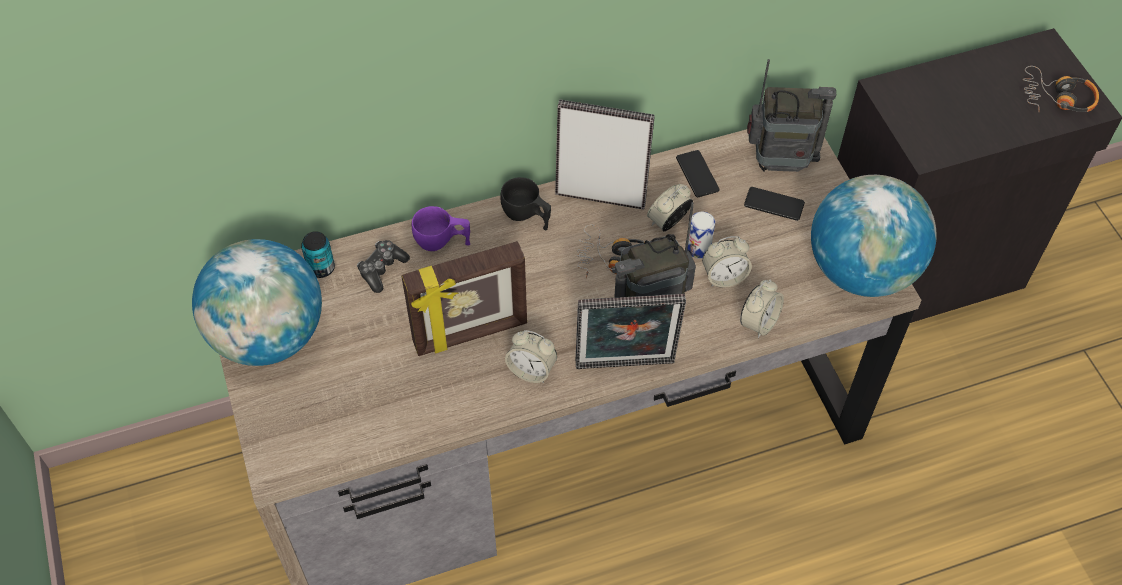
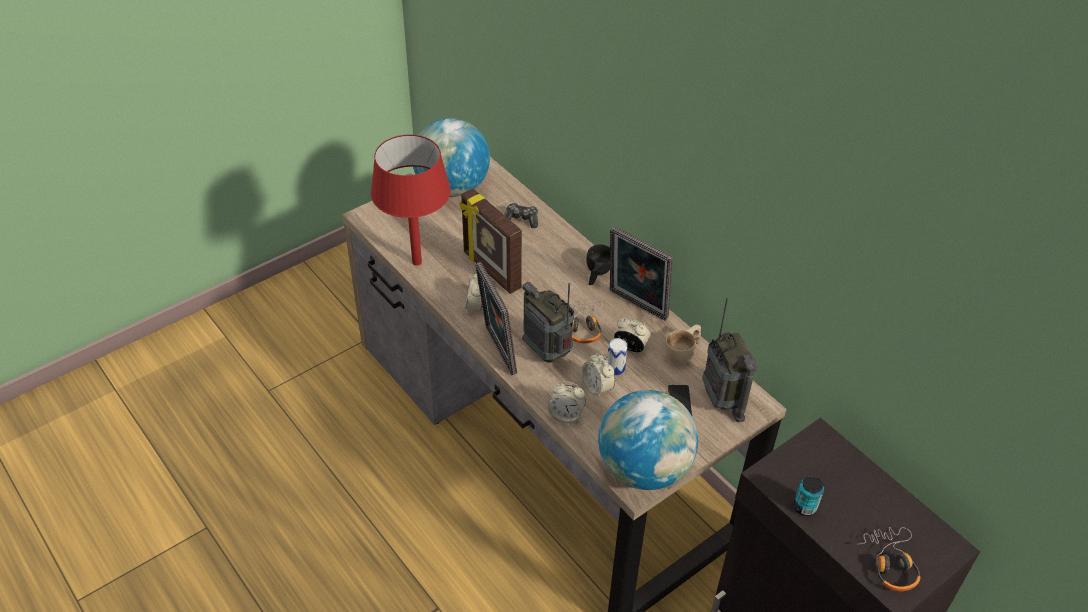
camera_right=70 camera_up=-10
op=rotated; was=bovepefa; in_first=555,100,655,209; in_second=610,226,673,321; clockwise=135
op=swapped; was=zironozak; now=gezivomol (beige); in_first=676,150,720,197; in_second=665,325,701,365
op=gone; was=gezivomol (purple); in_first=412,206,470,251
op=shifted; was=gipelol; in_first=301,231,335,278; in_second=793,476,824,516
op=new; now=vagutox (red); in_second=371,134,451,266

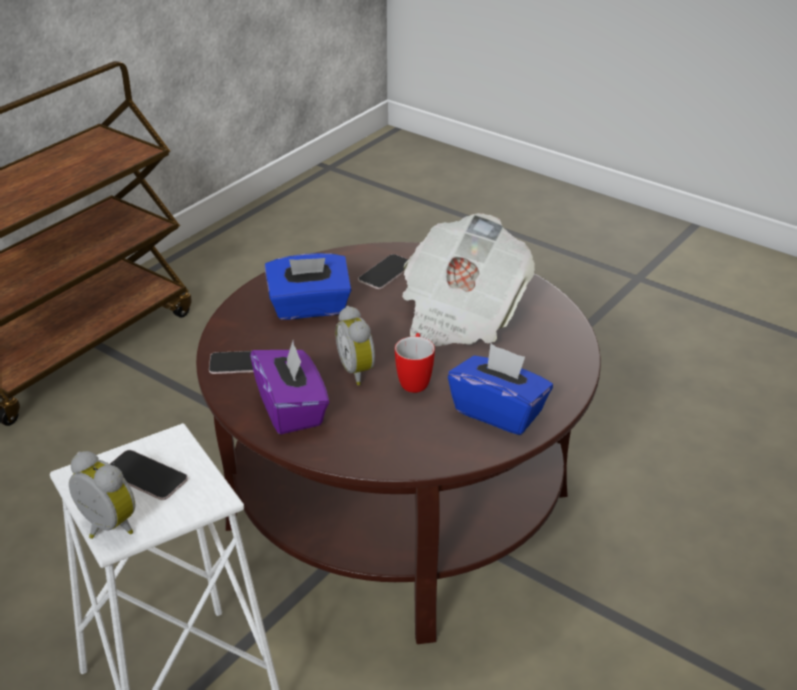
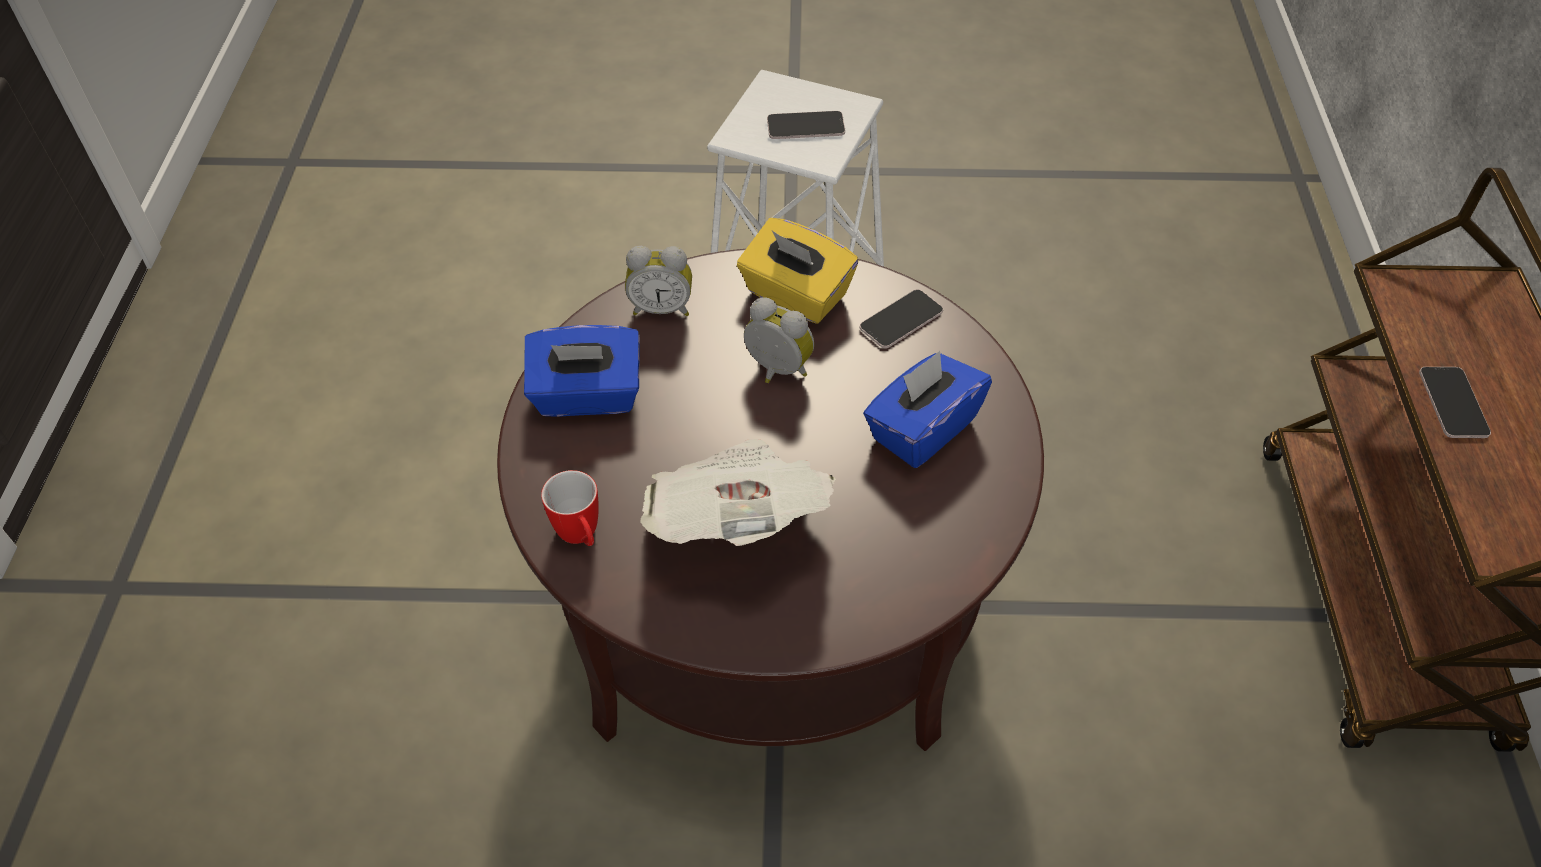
camera_right=145 camera_up=15
op=shifted; was=zironozak; in_first=358,254,408,289; in_second=1419,367,1491,438
op=shifted; was=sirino; in_first=395,333,435,393; in_second=541,470,599,546
op=repainted; was=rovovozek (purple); now=rovovozek (yellow); in_first=250,341,329,435; in_second=737,218,858,324
op=shifted; was=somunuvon; in_first=69,451,135,539; in_second=625,246,692,316

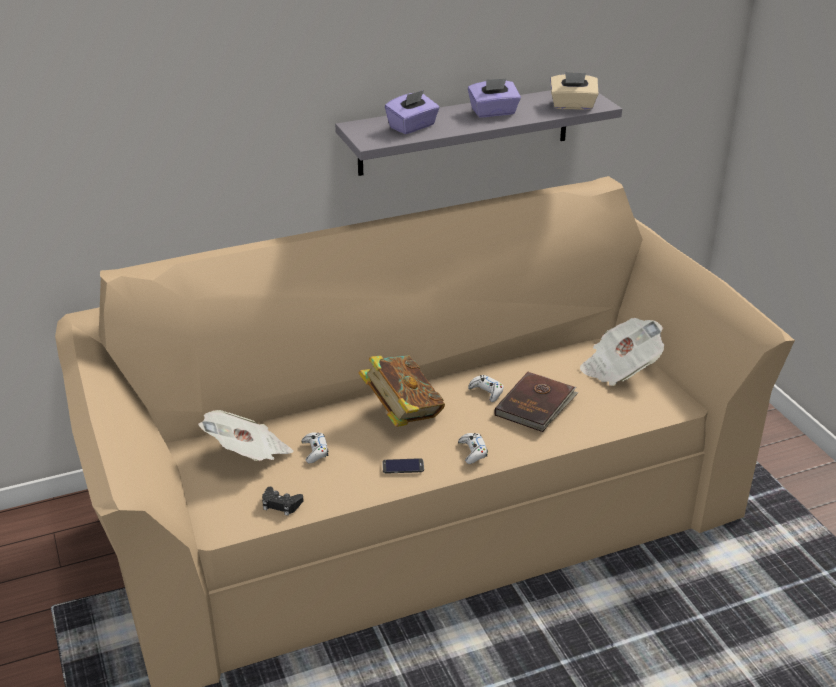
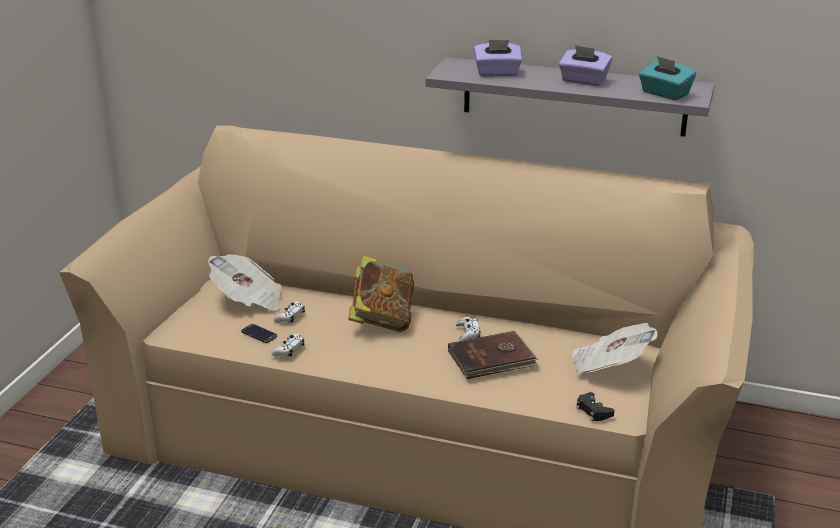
camera_right=40 camera_up=-5
op=repainted; was=rovovozek (beige); now=rovovozek (turquoise); in_first=550,72,599,110; in_second=639,56,696,100
op=shifted; was=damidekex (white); in_first=458,433,488,464; in_second=271,334,304,357
op=shifted; was=zironozak; in_first=382,458,424,473; in_second=241,324,277,343
op=shifted; was=damidekex (black); in_first=262,487,303,516; in_second=576,392,614,422

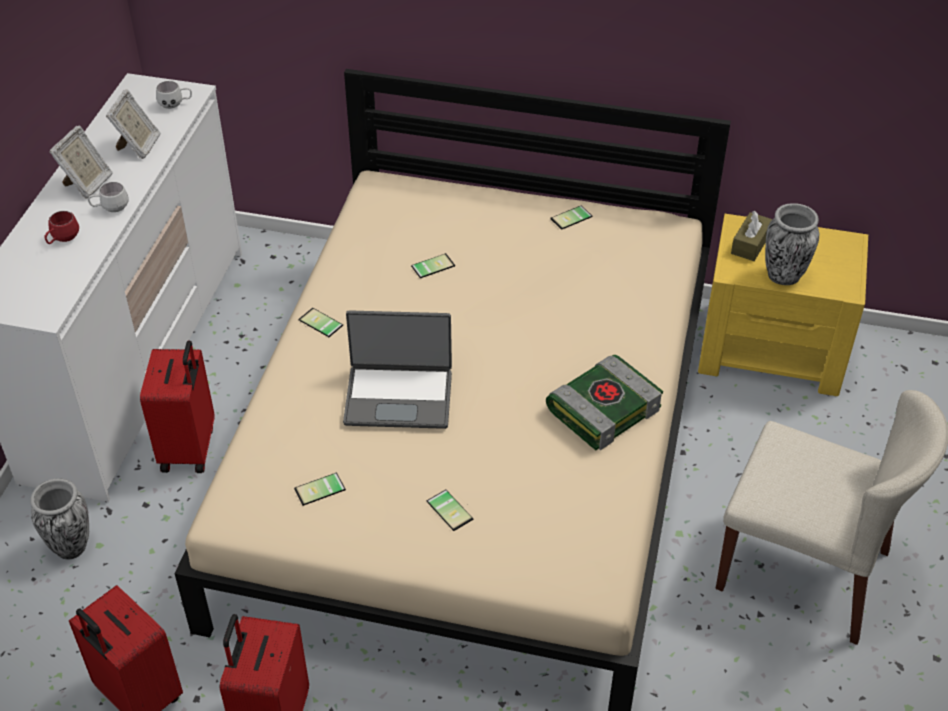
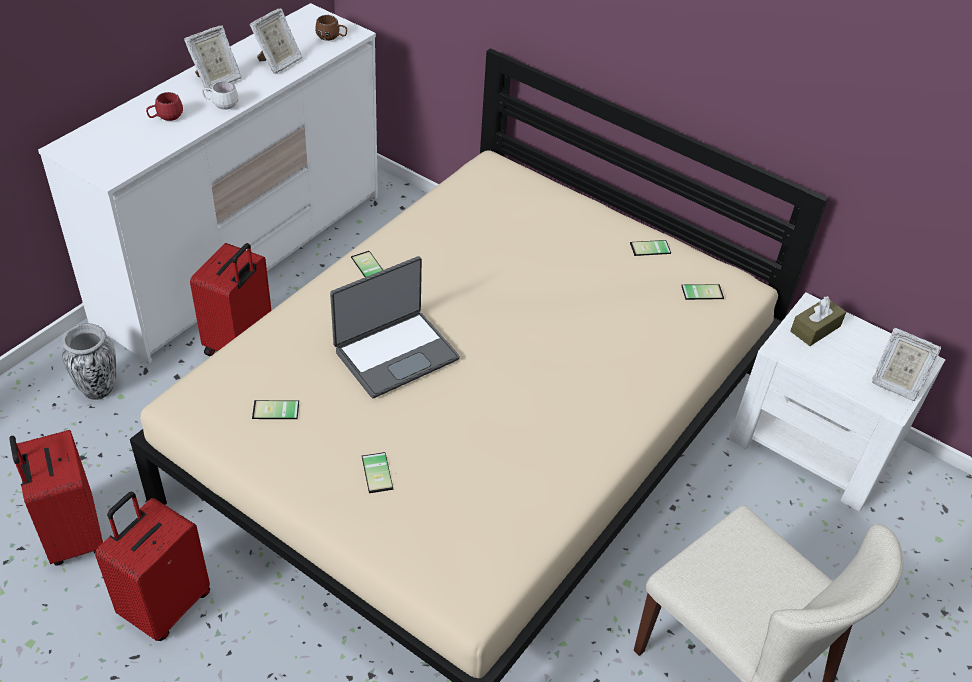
camera_right=20 camera_up=0
op=repainted; was=sirino (white); now=sirino (brown); in_first=156,81,192,109; in_second=315,15,347,41
op=gone; was=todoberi; in_first=765,203,819,285
op=repainted; was=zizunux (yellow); now=zizunux (white); in_first=698,214,868,396; in_second=729,292,945,511
op=shifted; was=zironozak; in_first=411,253,455,278; in_second=681,284,724,300
op=rotated; was=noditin; in_first=343,310,452,429; in_second=330,256,460,398; clockwise=-60
op=gone; was=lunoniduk; in_first=546,355,663,450
op=new; now=bovepefa; in_second=872,328,941,401

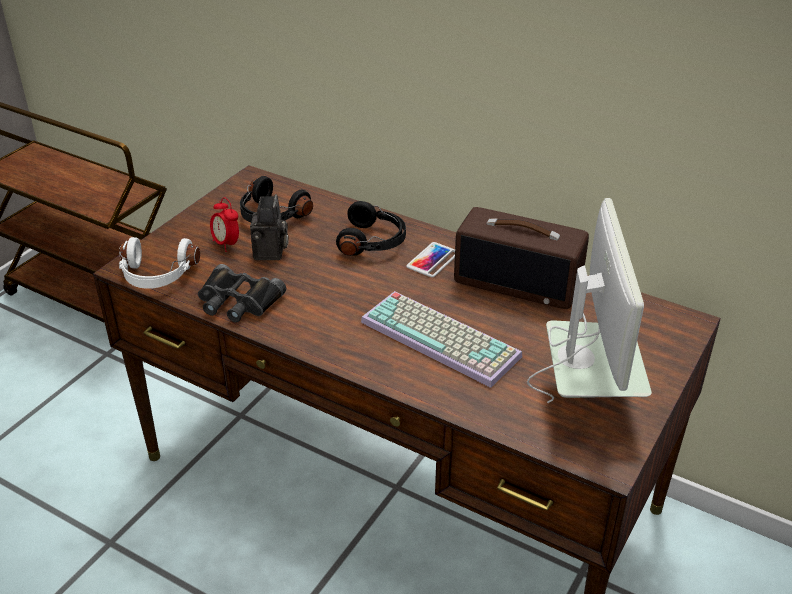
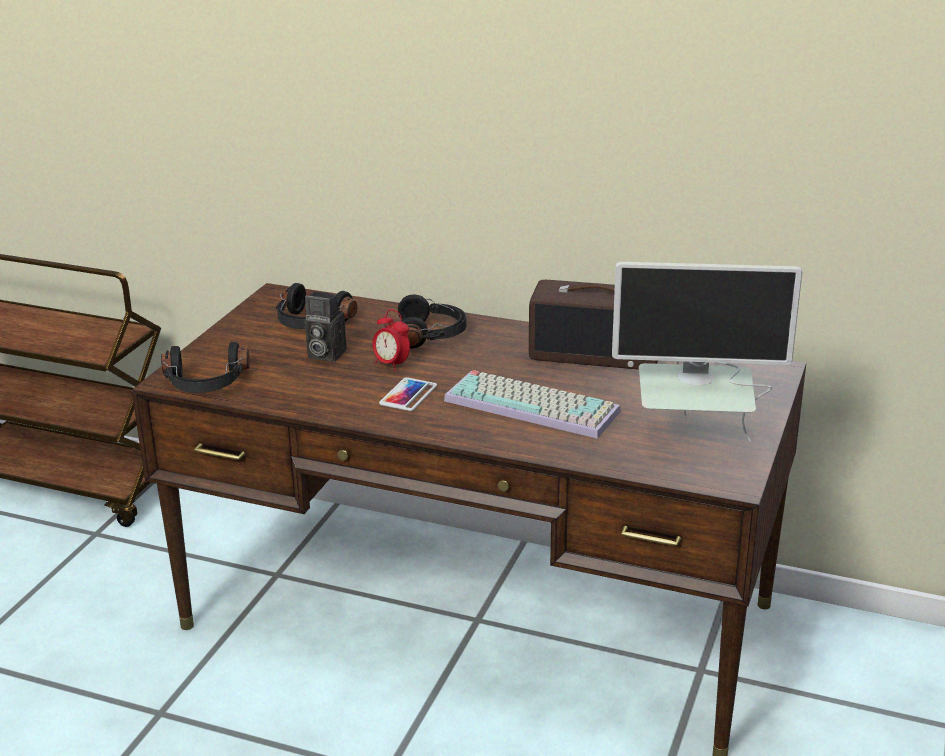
camera_right=-10 camera_up=-10
op=rotated; was=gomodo; in_first=250,194,289,260; in_second=305,292,347,362; clockwise=120
op=shifted; was=somunuvon; in_first=210,197,239,252; in_second=372,310,410,371
op=rotated; was=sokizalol; in_first=527,198,652,403; in_second=612,262,802,441; clockwise=105
op=repainted; was=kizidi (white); now=kizidi (black); in_first=119,237,200,289; in_second=161,342,250,393
op=shifted; was=zironozak; in_first=406,242,455,277; in_second=379,377,437,411
op=gone; was=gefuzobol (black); in_first=198,264,286,322

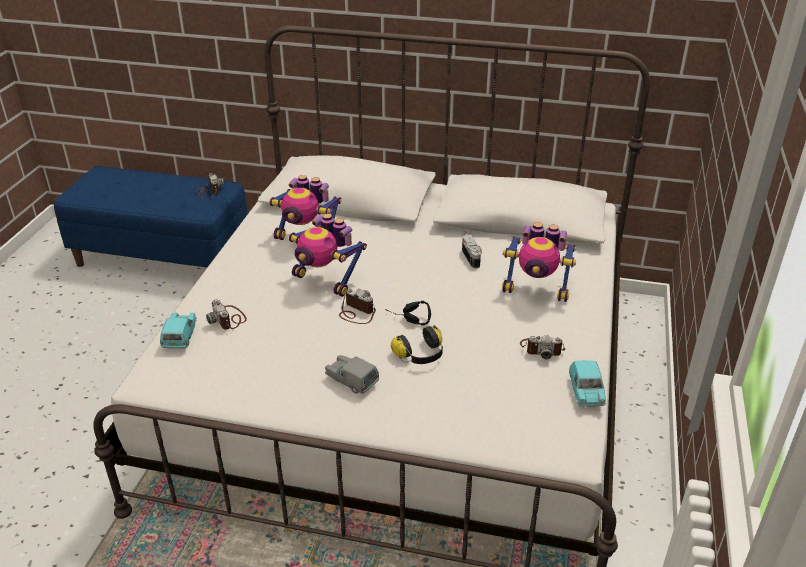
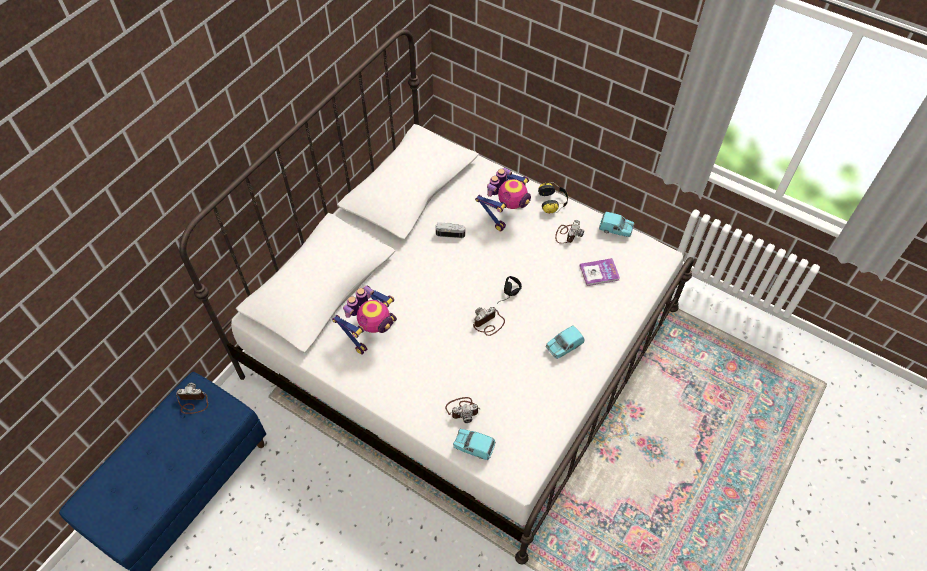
camera_right=-70 camera_up=20
op=gone; was=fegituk; in_first=289,214,367,297
op=shifted; was=kizidi; in_first=391,325,443,364; in_second=538,182,568,214
op=repainted; was=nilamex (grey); now=nilamex (turquoise); in_first=325,355,379,394; in_second=546,325,585,359
op=new; now=lunoniduk; in_second=580,258,620,286

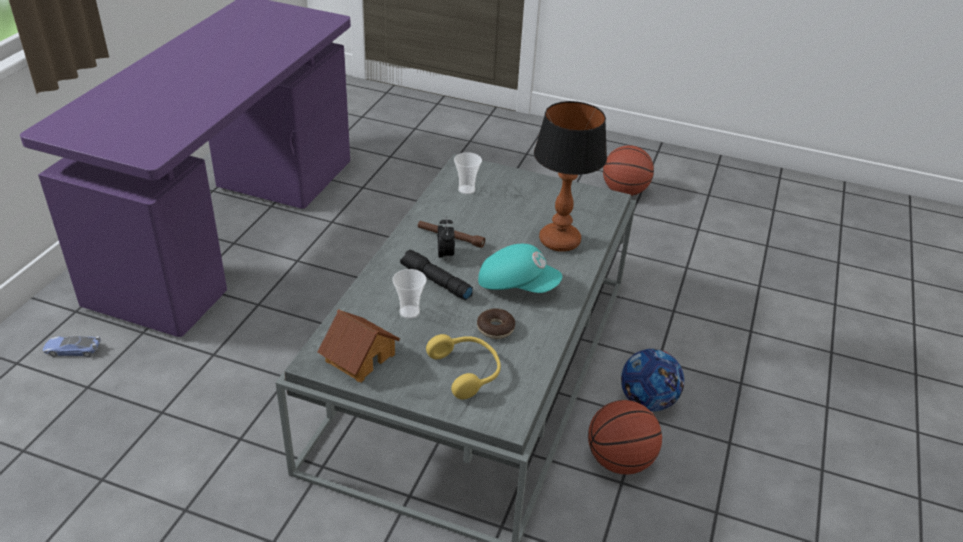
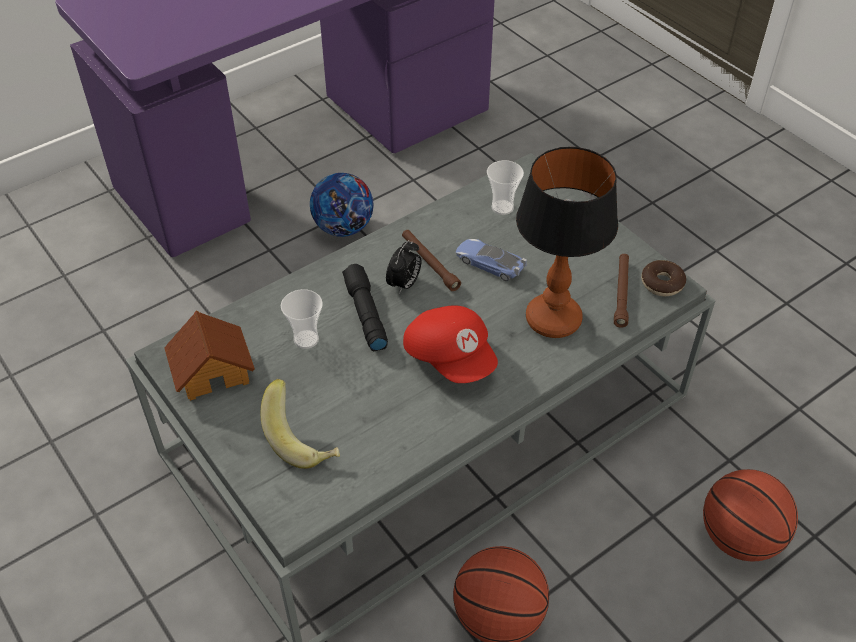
camera_right=35 camera_up=10
op=shifted; was=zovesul; in_first=603,145,654,196; in_second=703,469,798,561
op=repainted; was=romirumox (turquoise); now=romirumox (red); in_first=478,244,562,293; in_second=403,305,498,383
op=shifted; was=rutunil; in_first=477,308,515,339; in_second=641,260,686,296
op=swapped; was=kizidi (yellow); now=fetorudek; in_first=426,334,501,400; in_second=261,379,340,469
op=shifted; was=nilamex; in_first=43,336,101,357; in_second=456,239,527,281
op=shifted; was=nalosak; in_first=621,349,684,411; in_second=310,173,373,237
op=new; now=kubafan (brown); in_second=614,254,629,328

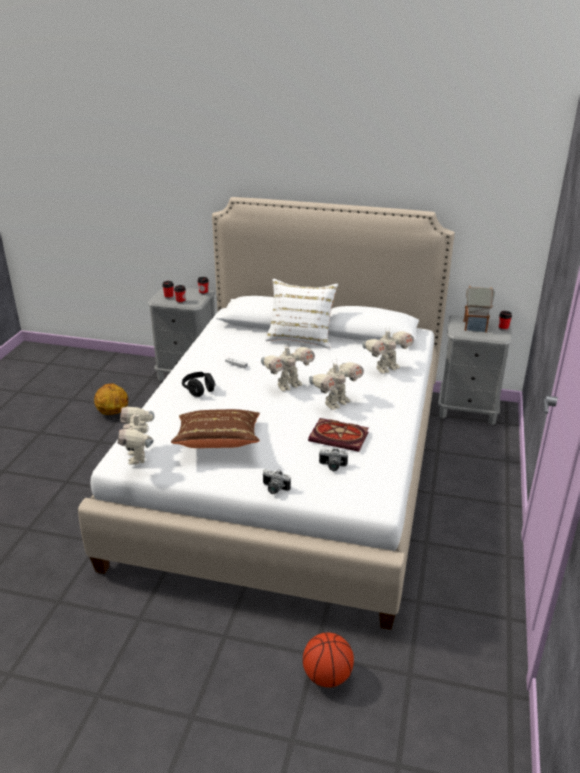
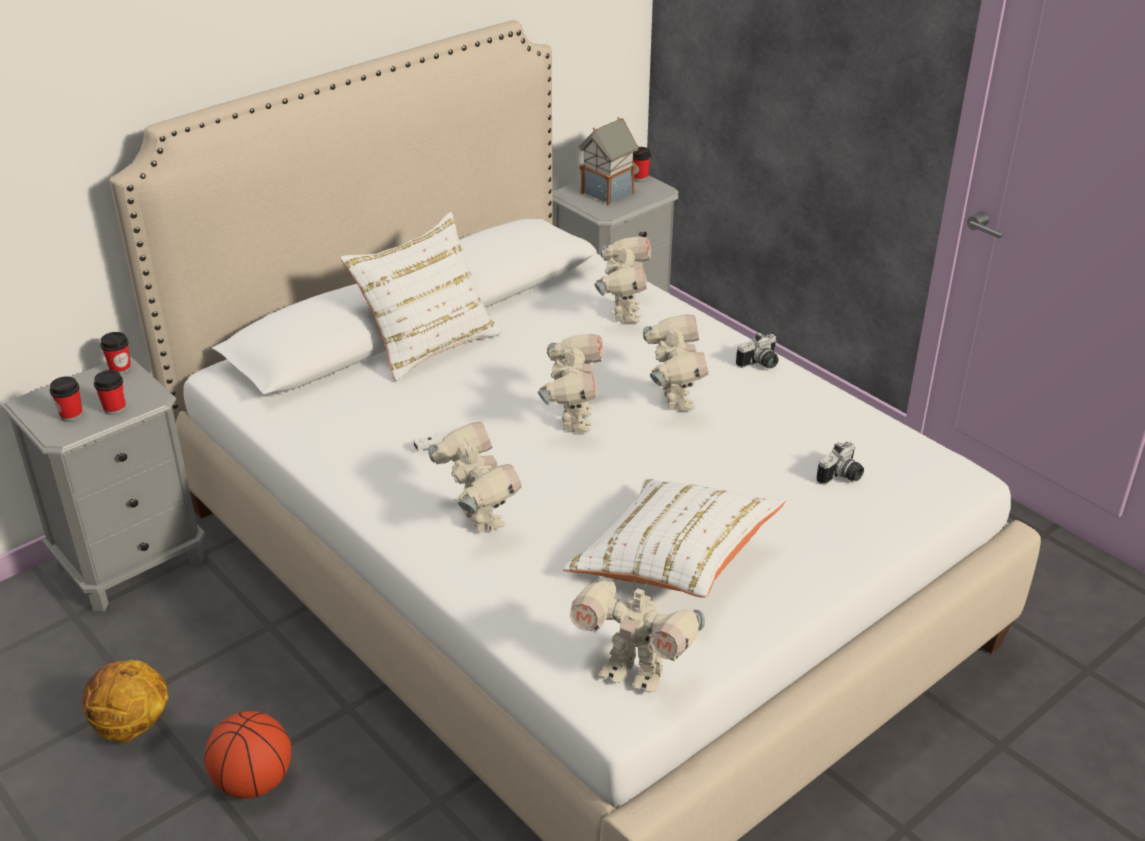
camera_right=-55 camera_up=5
op=swapped; was=kizidi (black); now=fegituk; in_first=182,372,215,397; in_second=428,422,522,533
op=repainted; was=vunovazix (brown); now=vunovazix (white); in_first=171,409,260,448; in_second=563,478,786,598
op=gone; was=lunoniduk; in_first=308,418,369,452
op=shifted; was=gomodo; in_first=263,469,291,494; in_second=736,332,779,368
op=shifted; was=zovesul; in_first=303,632,354,687; in_second=204,711,291,798

